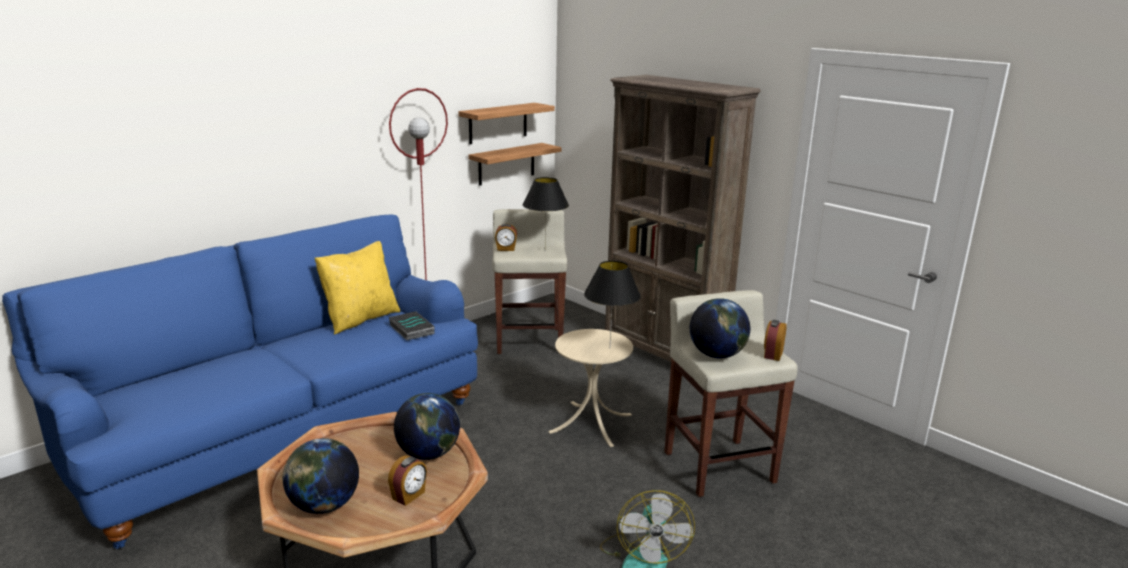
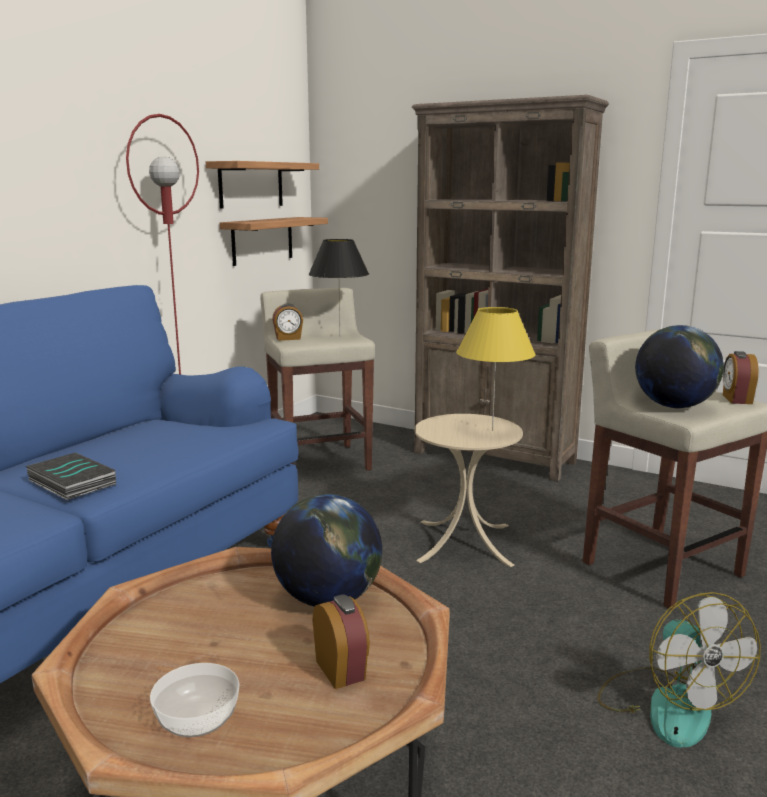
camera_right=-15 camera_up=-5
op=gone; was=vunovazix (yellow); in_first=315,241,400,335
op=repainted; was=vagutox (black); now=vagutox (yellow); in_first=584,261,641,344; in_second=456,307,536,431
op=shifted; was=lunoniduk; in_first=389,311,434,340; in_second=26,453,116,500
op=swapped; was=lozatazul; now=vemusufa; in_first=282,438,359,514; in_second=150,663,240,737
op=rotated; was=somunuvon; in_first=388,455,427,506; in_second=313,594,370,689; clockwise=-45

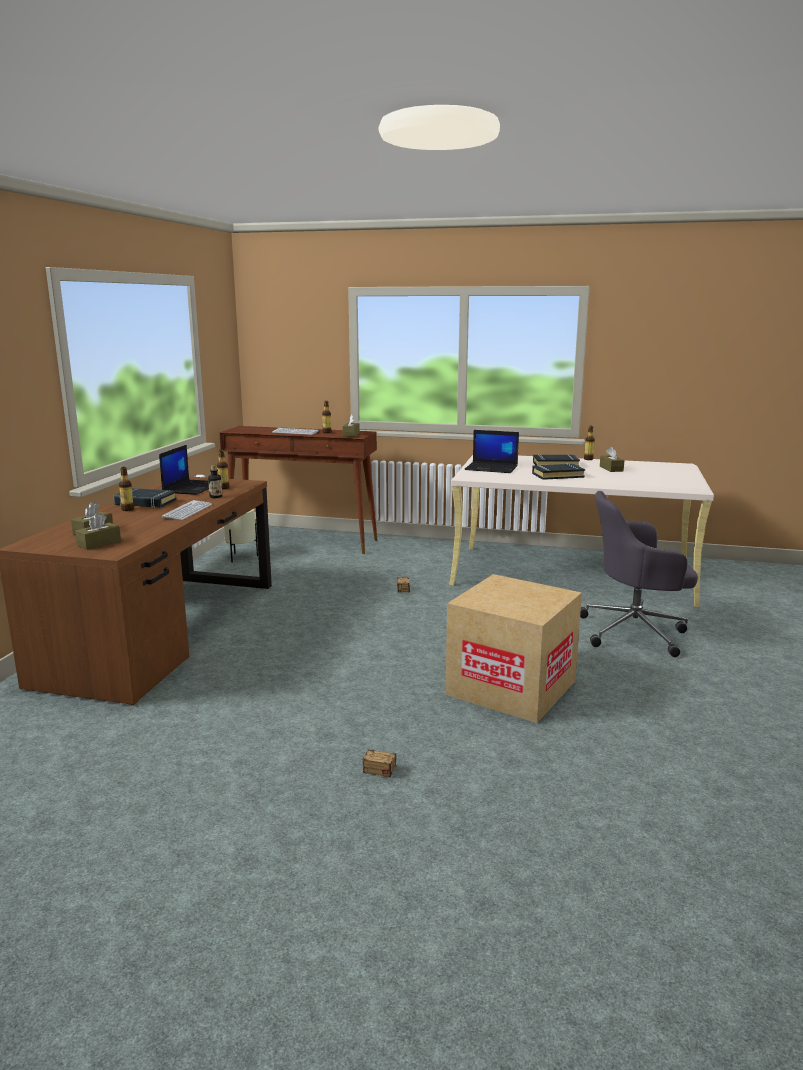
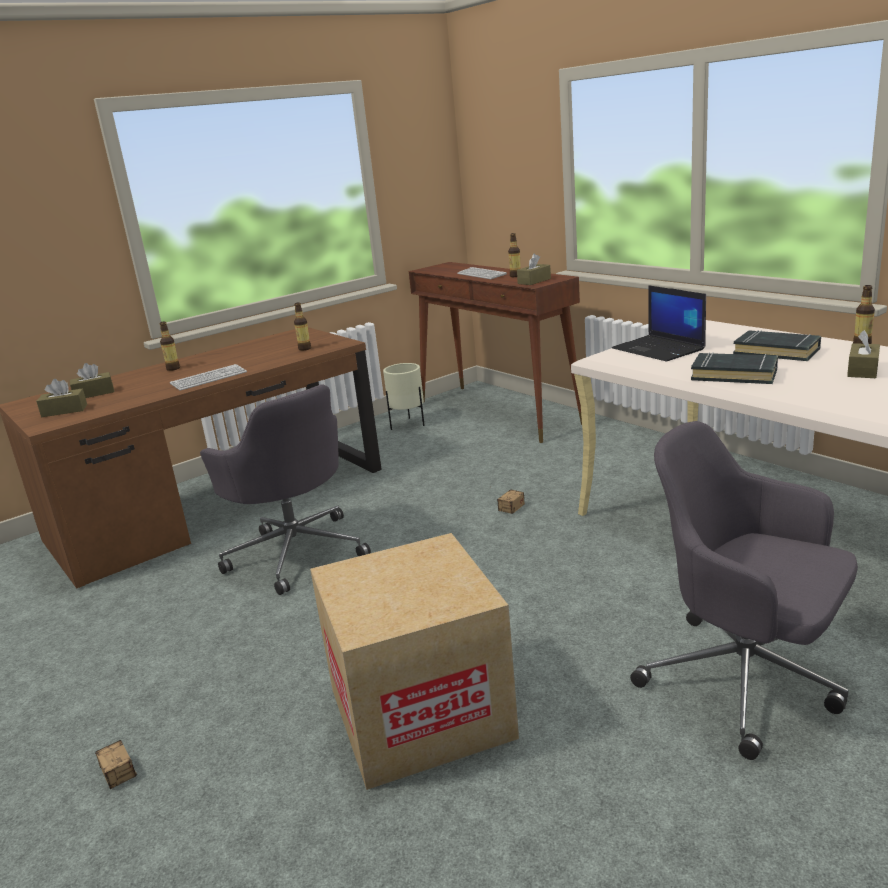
camera_right=40 camera_up=5
op=gone; was=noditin; in_first=159,445,209,495
op=gone; was=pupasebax; in_first=208,465,222,498
op=gone; was=lunoniduk (black); in_first=114,488,177,508
op=new; now=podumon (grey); in_second=200,384,371,595

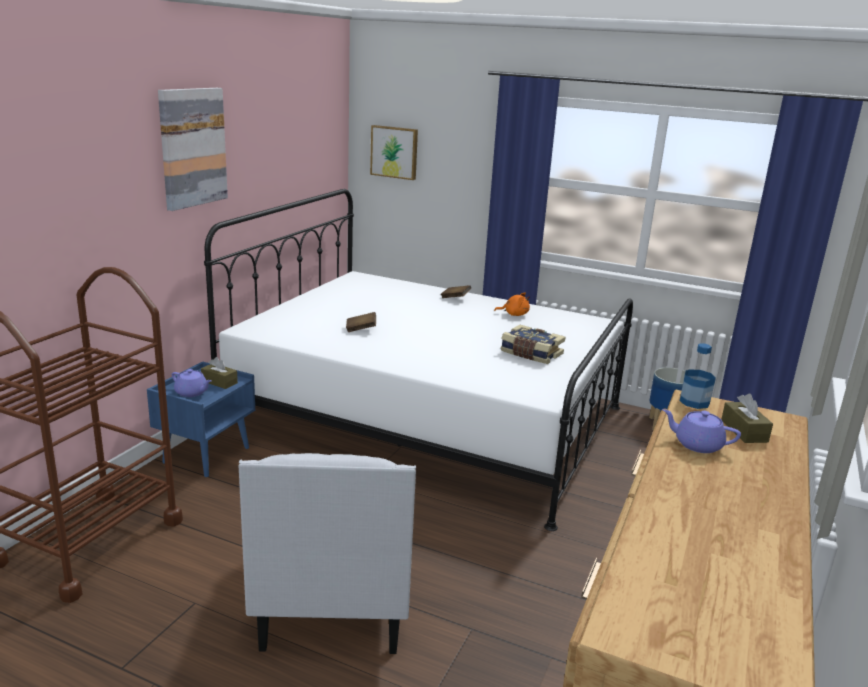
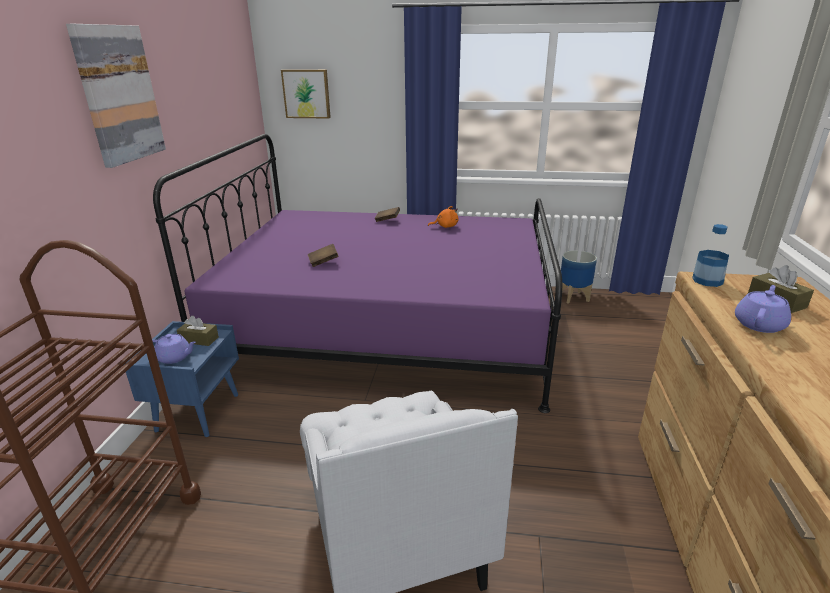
camera_right=-15 camera_up=5
op=repainted; was=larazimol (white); now=larazimol (purple); in_first=204,189,633,531; in_second=153,134,562,413
op=gone; was=lunoniduk; in_first=501,325,565,364
op=rotated; was=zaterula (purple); in_first=662,409,741,453; in_second=735,285,791,333; clockwise=120

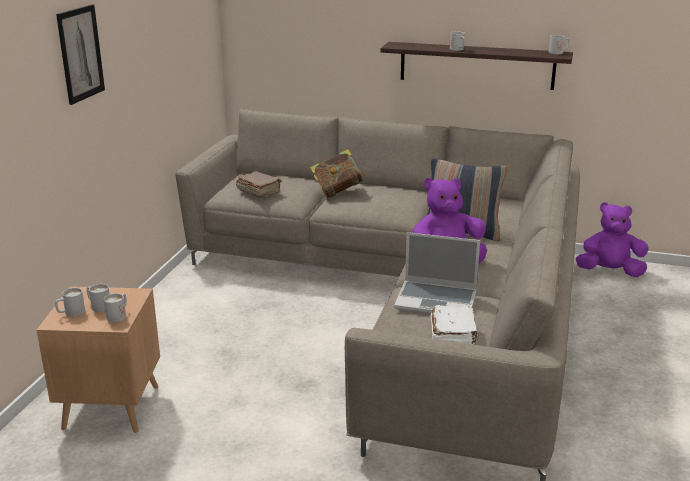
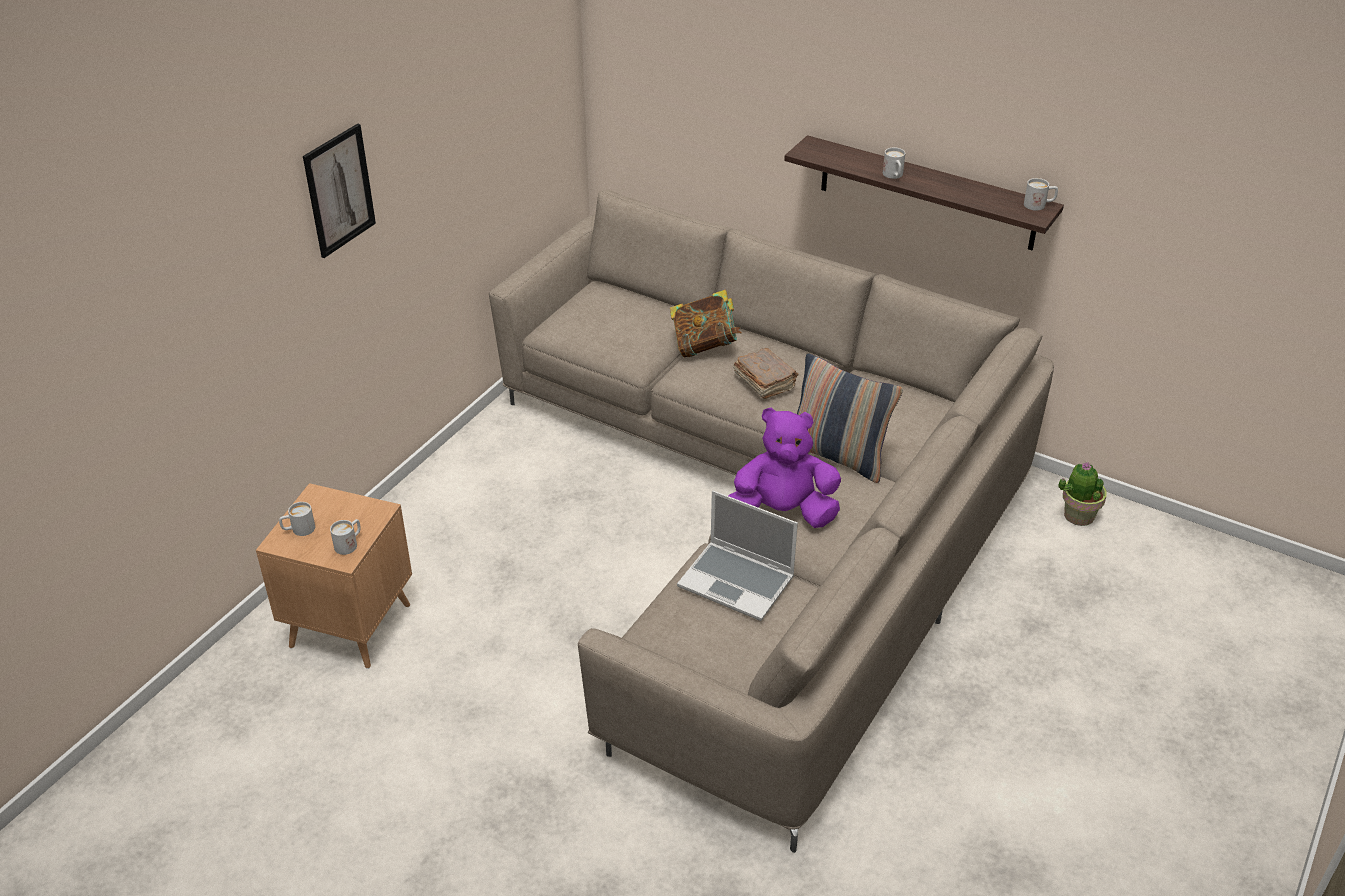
camera_right=15 camera_up=15
op=shifted; was=lunoniduk (brown); in_first=236,171,281,198; in_second=733,348,798,399
op=swapped; was=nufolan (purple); now=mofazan; in_first=576,202,648,277; in_second=1058,461,1107,526
op=gone; was=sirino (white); in_first=87,284,109,312
op=gone; was=lunoniduk (white); in_first=431,305,478,345

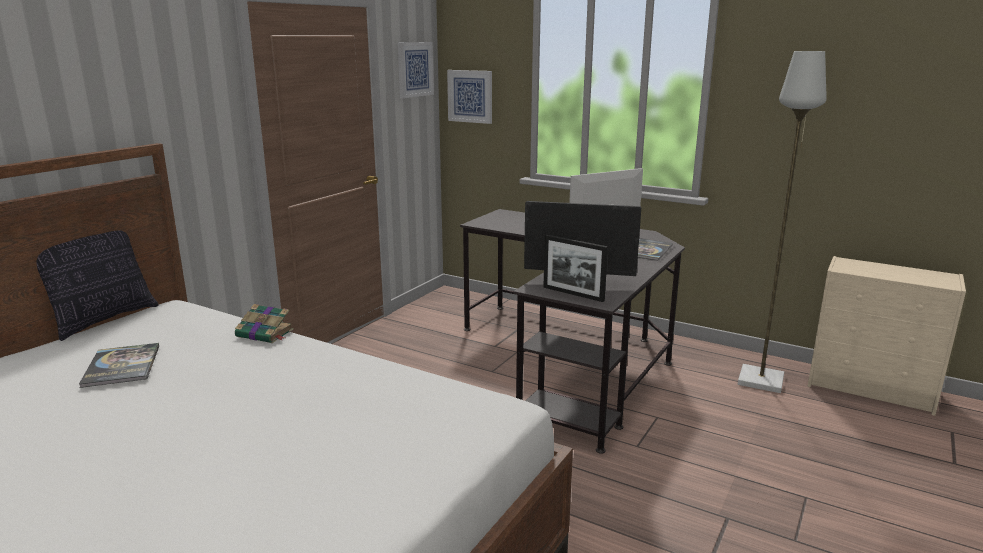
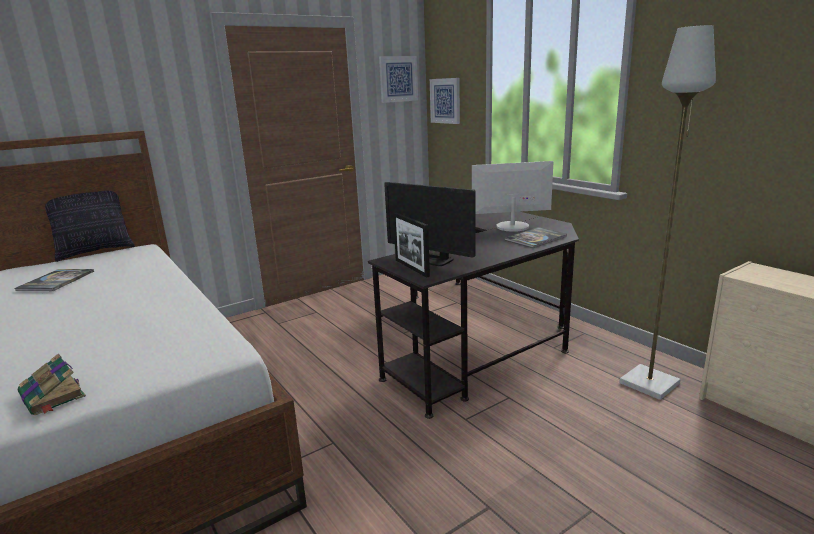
camera_right=25 camera_up=0
op=shifted; was=lunoniduk; in_first=235,304,294,343; in_second=18,354,86,415

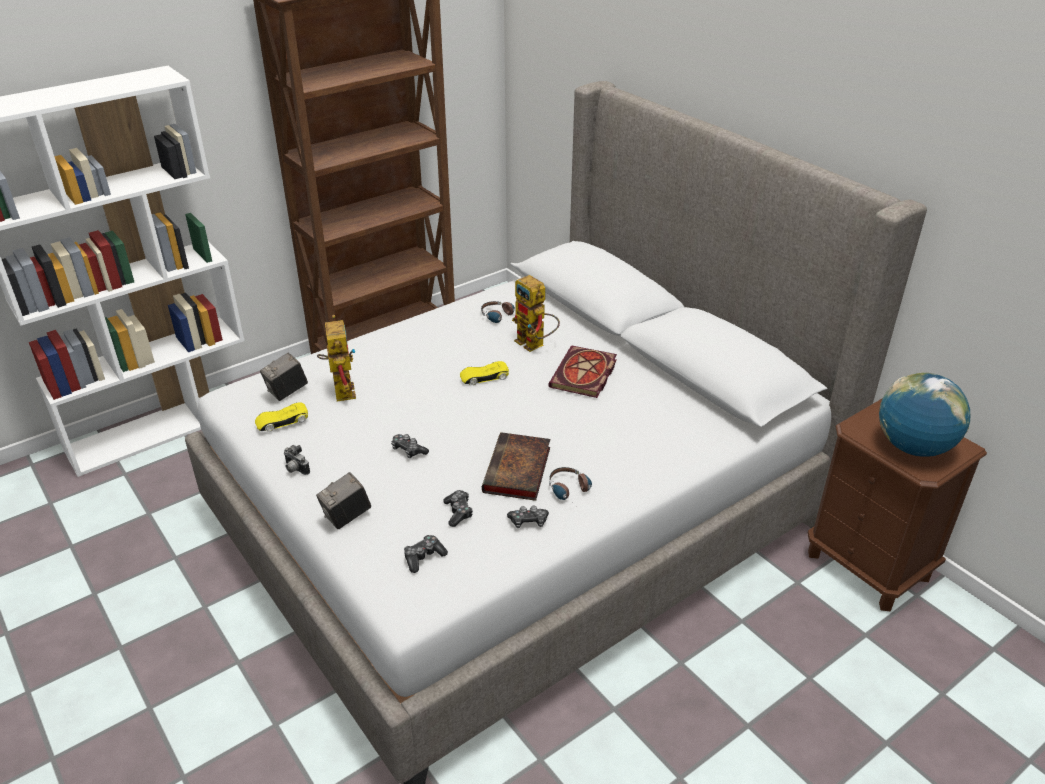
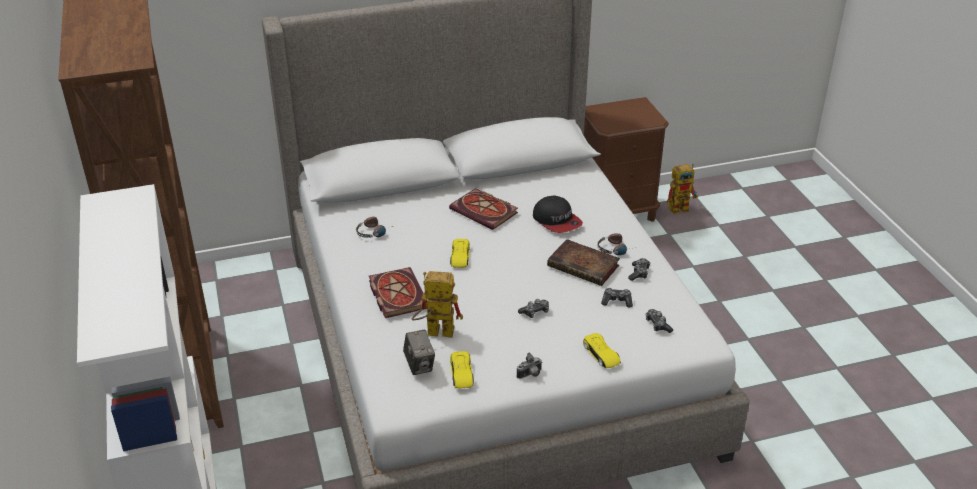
camera_right=-70 camera_up=0
op=shifted; was=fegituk; in_first=512,275,560,352; in_second=667,164,698,214
op=gone; was=lozatazul; in_first=879,373,970,457
op=swapped; was=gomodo; now=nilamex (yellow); in_first=316,472,371,529; in_second=583,333,621,368
op=new; now=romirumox; in_second=533,195,583,233
op=new; now=lunoniduk; in_second=369,267,427,318

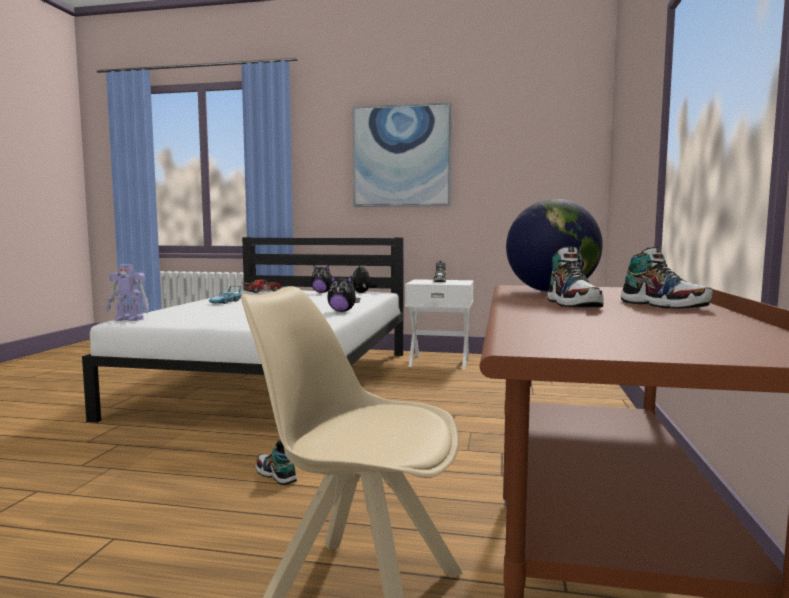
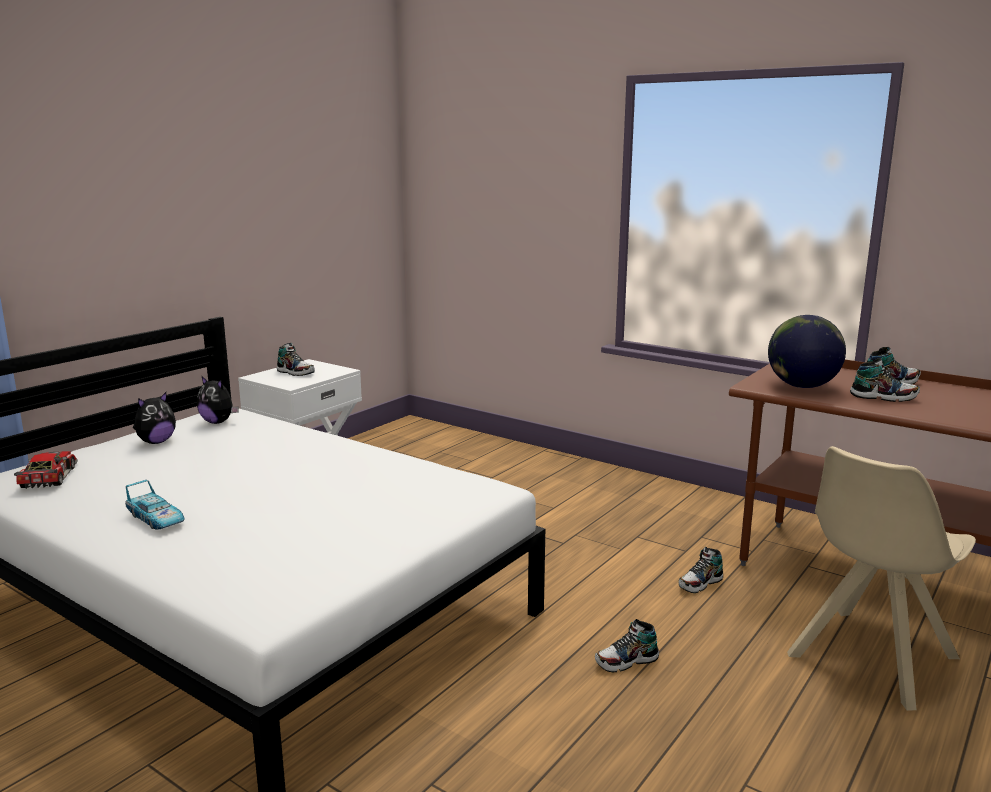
camera_right=-65 camera_up=10
op=gone; was=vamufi; in_first=352,102,452,207
op=gone; was=fegituk; in_first=106,264,149,321
op=gone; was=nufolan; in_first=327,275,360,312
op=new; now=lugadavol; in_second=679,547,723,593

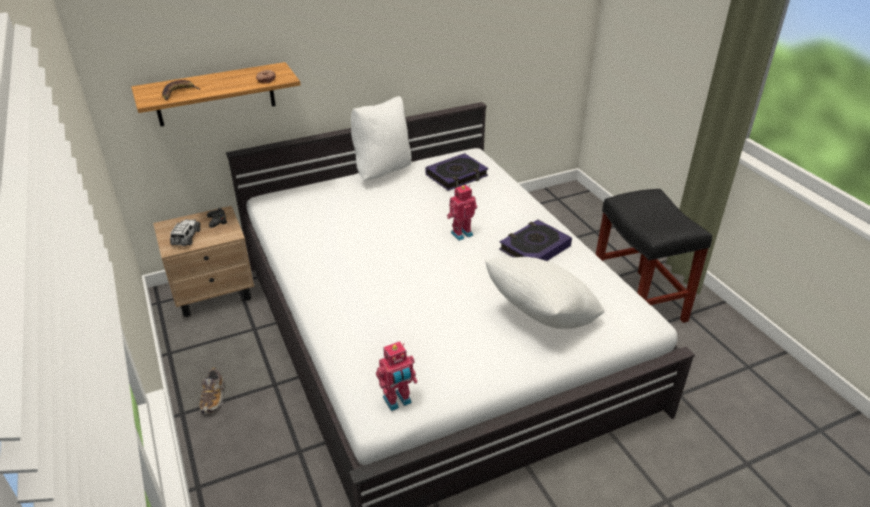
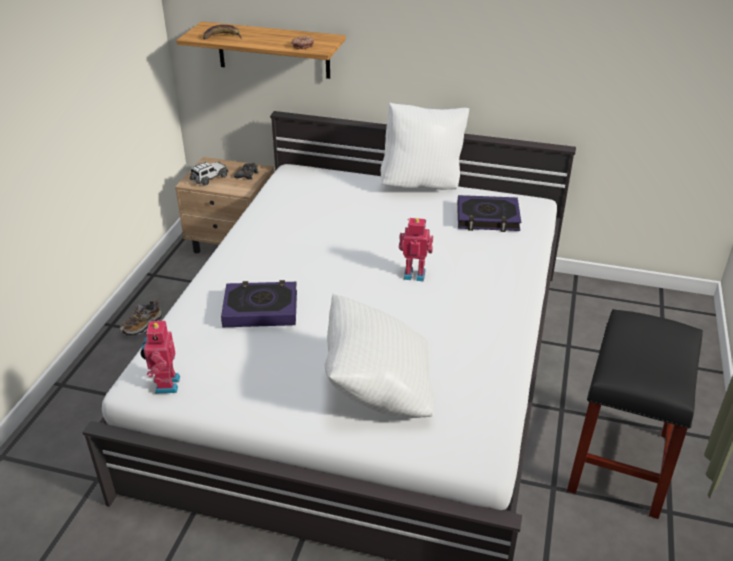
camera_right=40 camera_up=0
op=shifted; was=lunoniduk; in_first=499,220,572,261; in_second=221,280,297,327
op=rotated; was=fegituk; in_first=376,341,417,411; in_second=141,318,180,394; clockwise=75

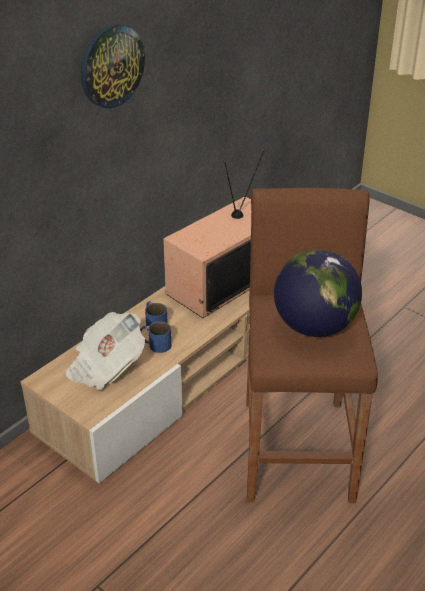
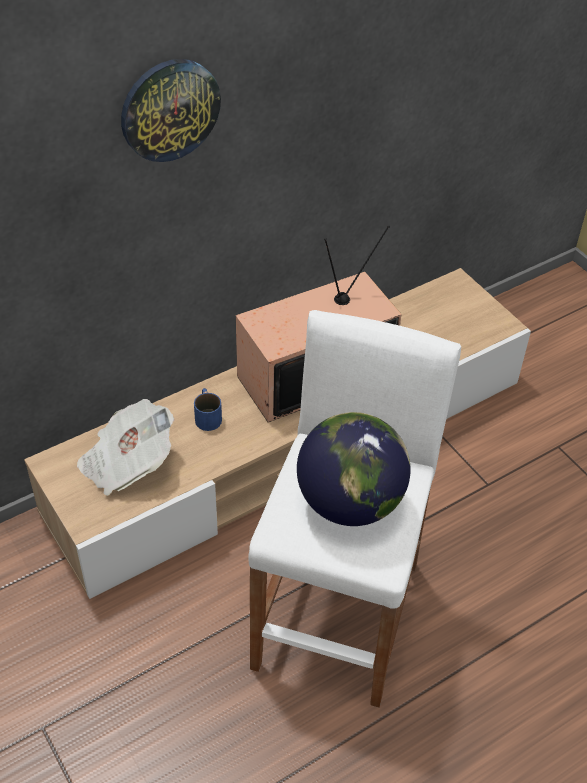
camera_right=15 camera_up=10
op=repainted; was=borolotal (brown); now=borolotal (white); in_first=246,188,378,503; in_second=249,310,461,708
op=gone; was=sirino (blue); in_first=140,322,171,353

